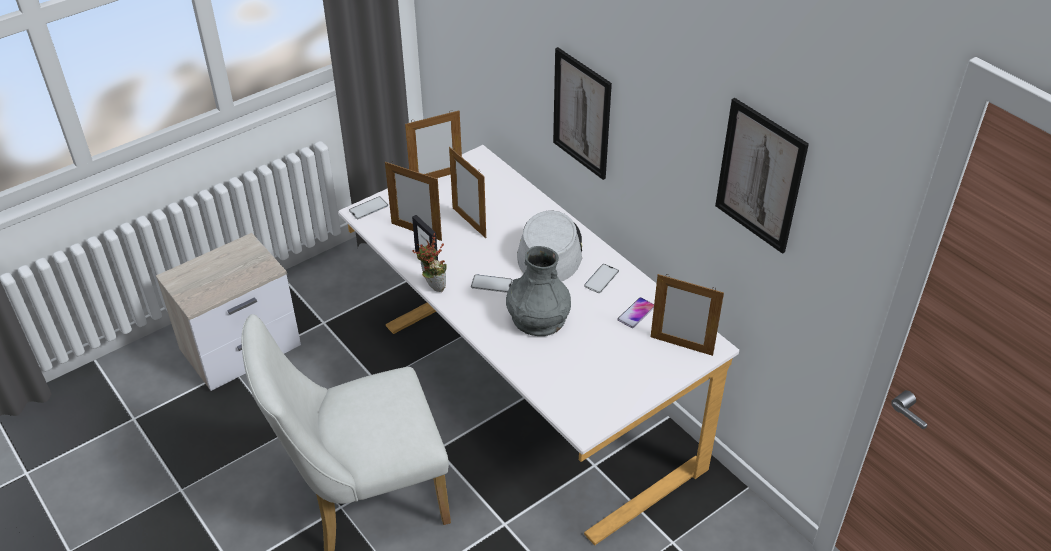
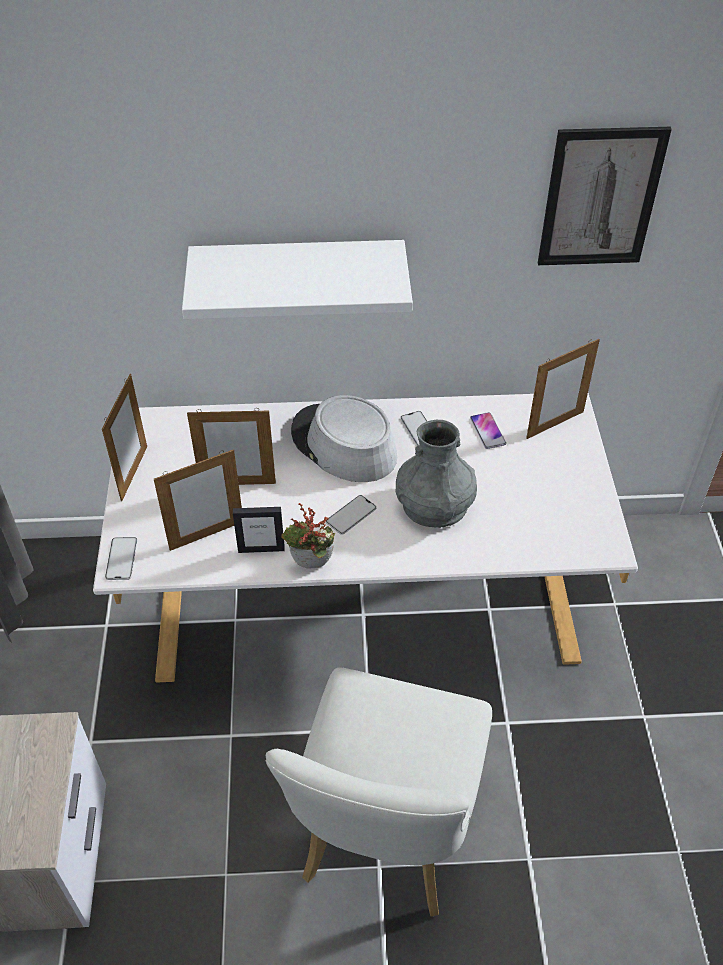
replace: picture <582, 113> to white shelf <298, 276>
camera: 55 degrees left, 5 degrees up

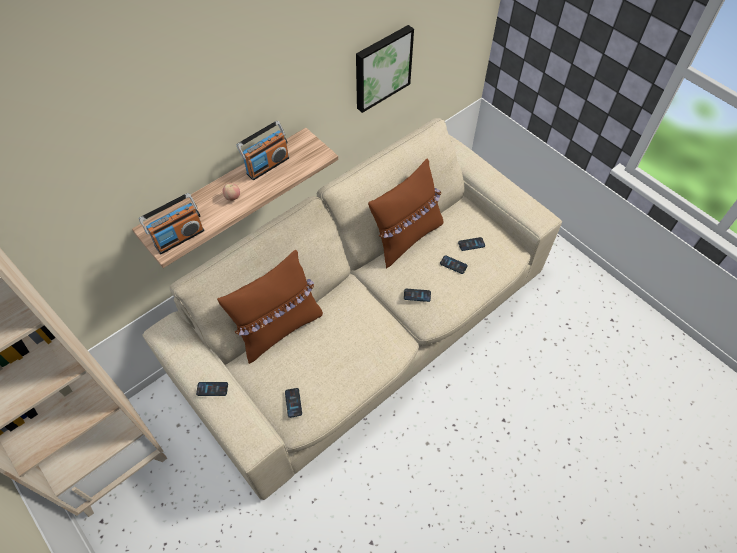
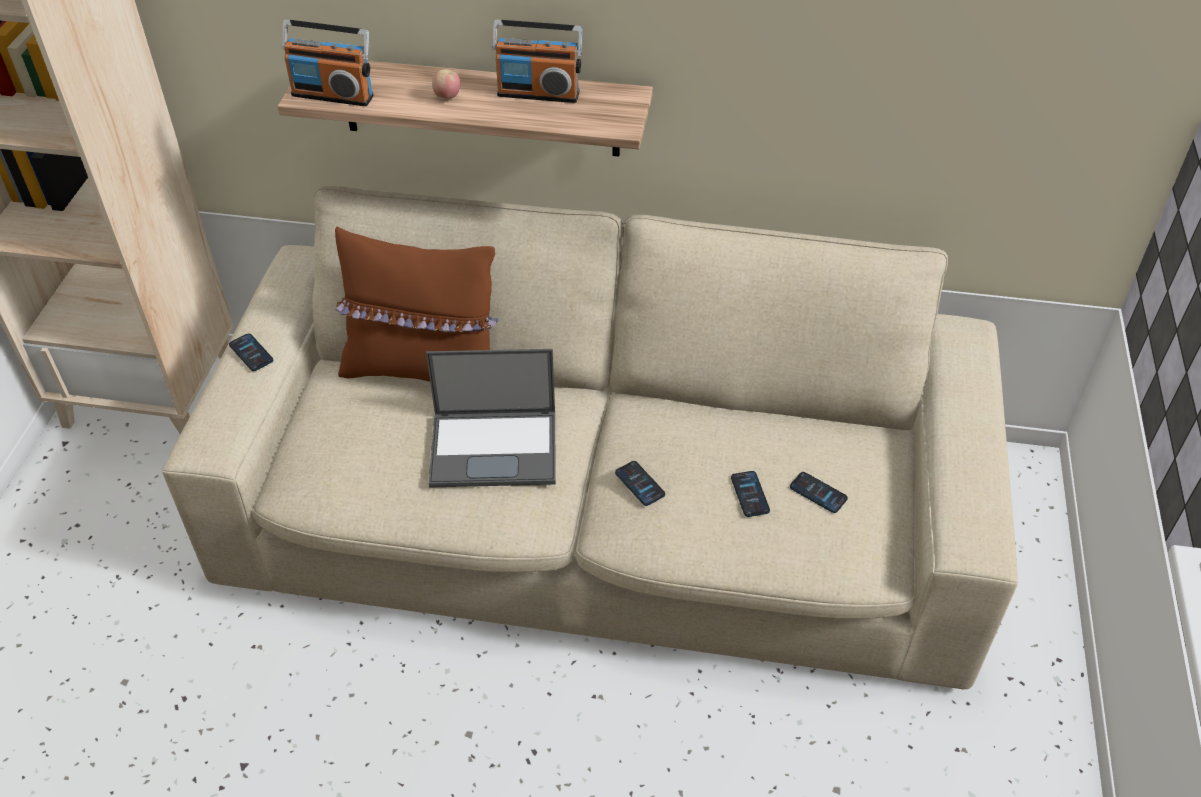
delete: phone <293, 403>; picture <381, 67>; brown pillow <406, 237>
insert: laptop <496, 447>
camera: 50 degrees right, 10 degrees down

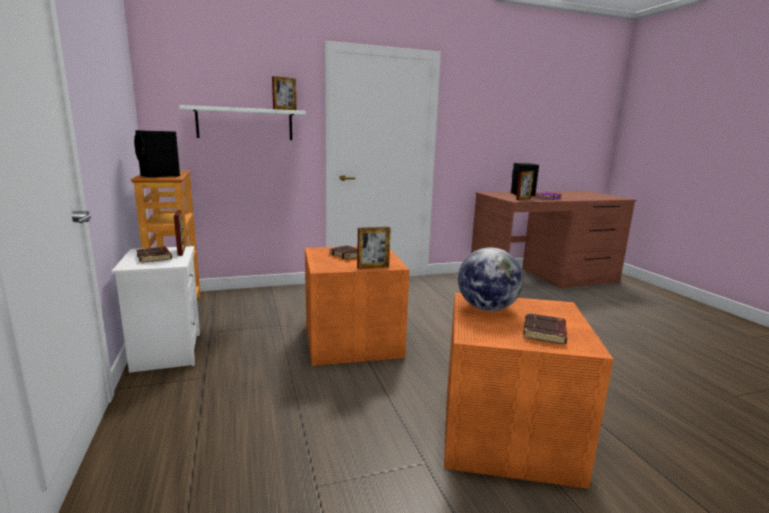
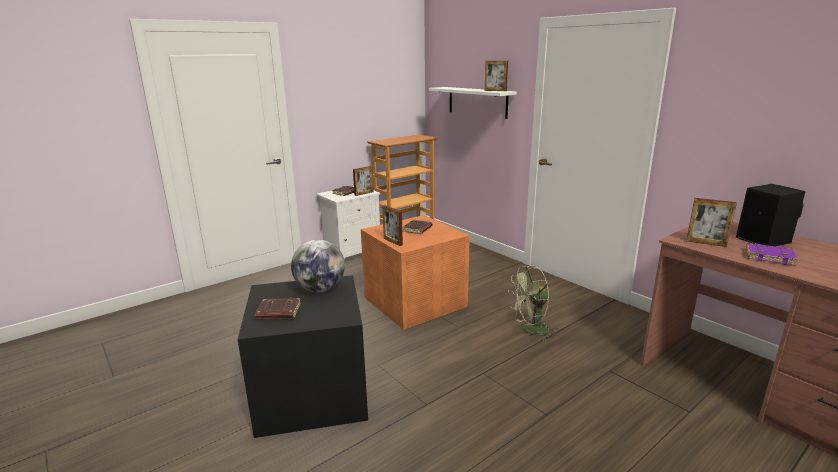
delete: black speaker <160, 176>
insert: green fan <531, 331>
recolor: orange storage box <509, 434> to black storage box <310, 394>
camera: 70 degrees right, 5 degrees up

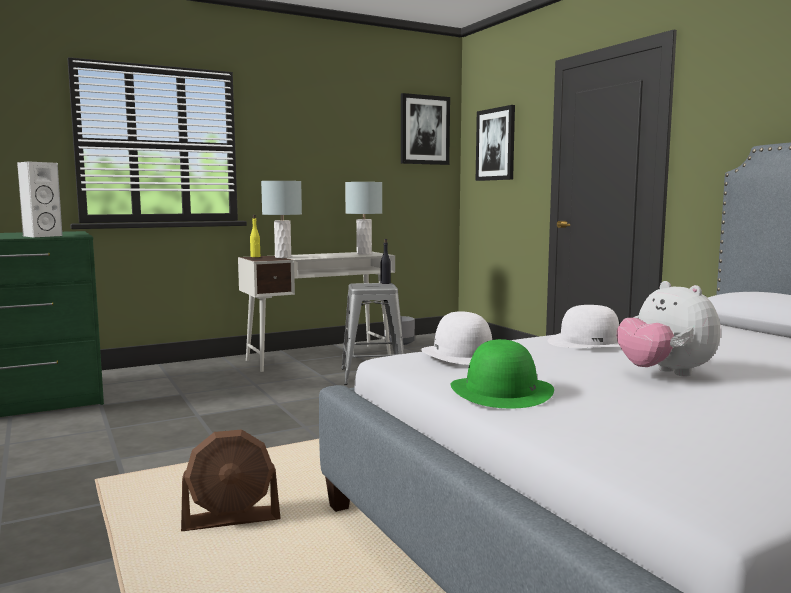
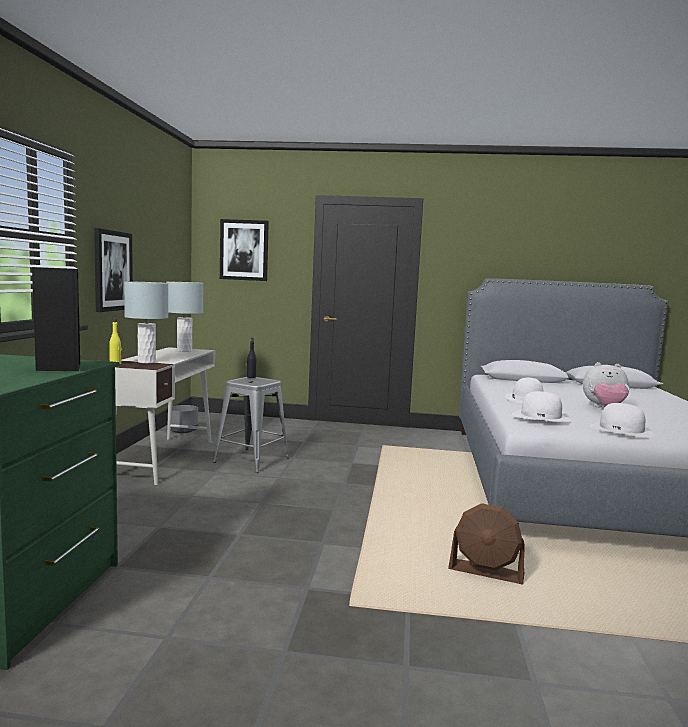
move: picture <424, 130> to <112, 271>
recolor: white speaker <41, 236> to black speaker <59, 368>; green hat <501, 391> to white hat <621, 430>
rotate: brown fan <231, 520> = <486, 572> 90 degrees clockwise
camera: 55 degrees left, 0 degrees up

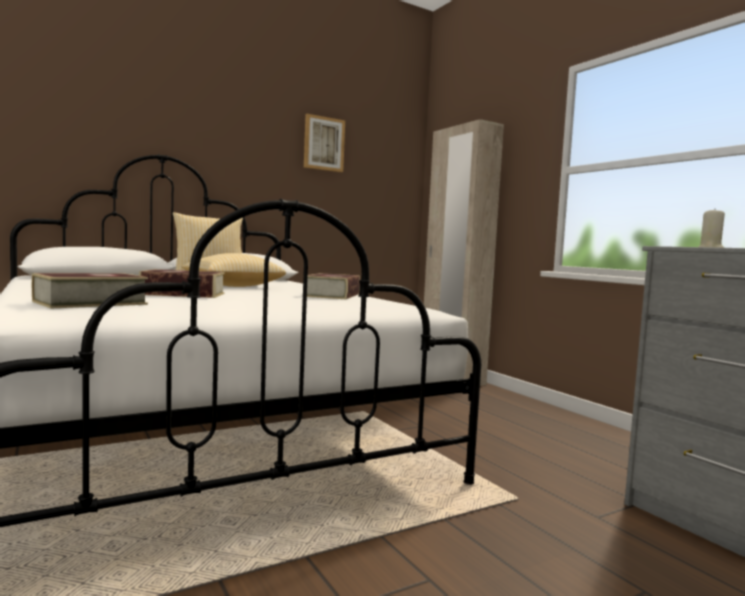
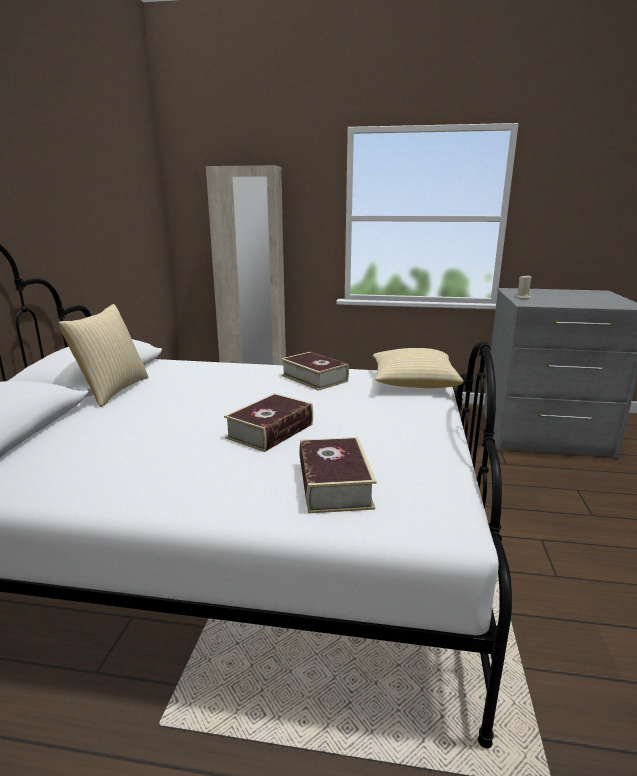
delete: picture <323, 144>
move: pillow <233, 286> to <413, 383>
camera: 50 degrees left, 15 degrees up

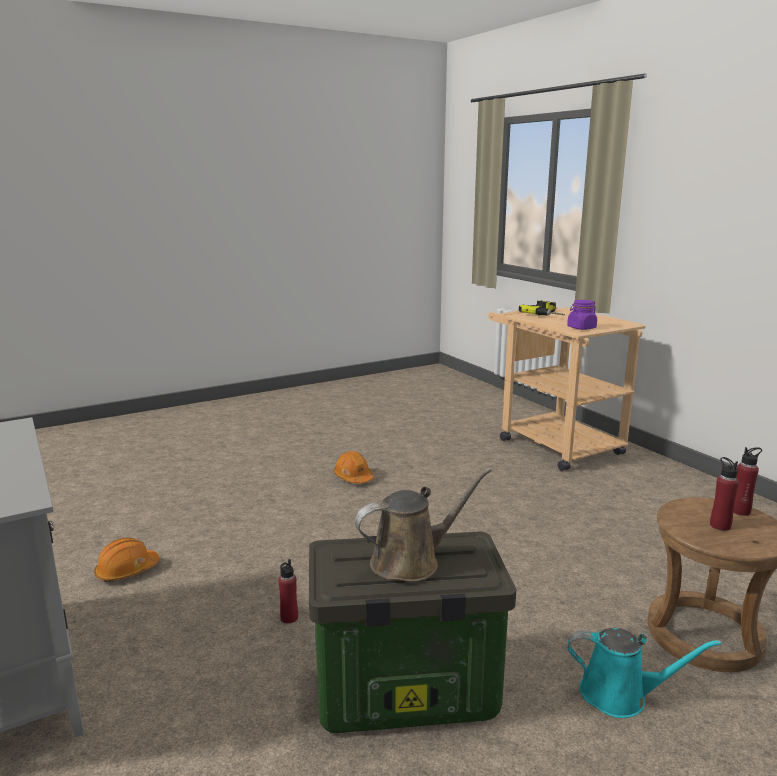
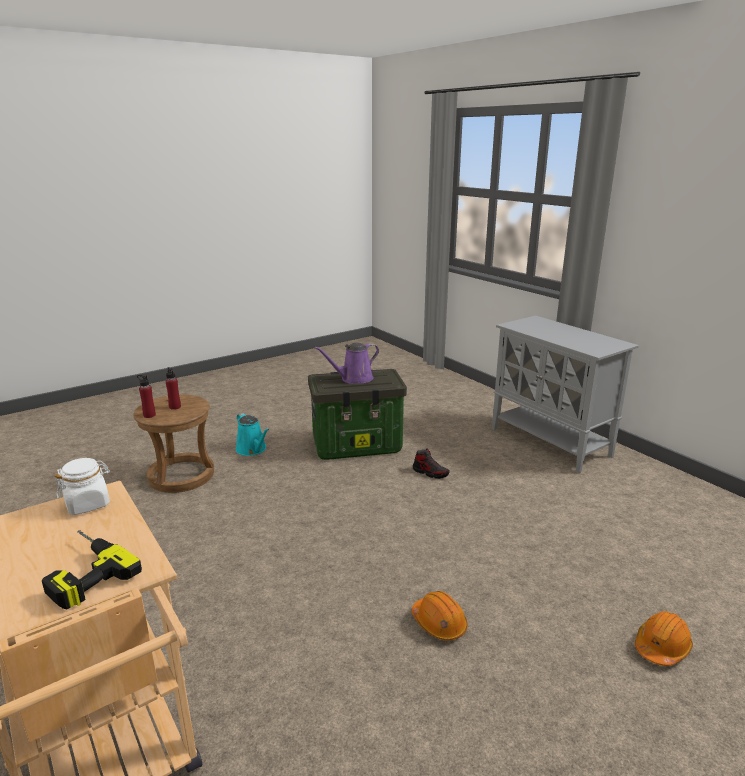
move: orange hard hat <127, 571> to <661, 647>
replace: red bottle <289, 618> to shoe <430, 472>
recolor: brown watering can <411, 561> to purple watering can <354, 379>; purple jar <581, 328> to white jar <88, 504>
rotate: turquoise watering can <620, 695> = <252, 449> 135 degrees counterclockwise
camera: 175 degrees right, 5 degrees up

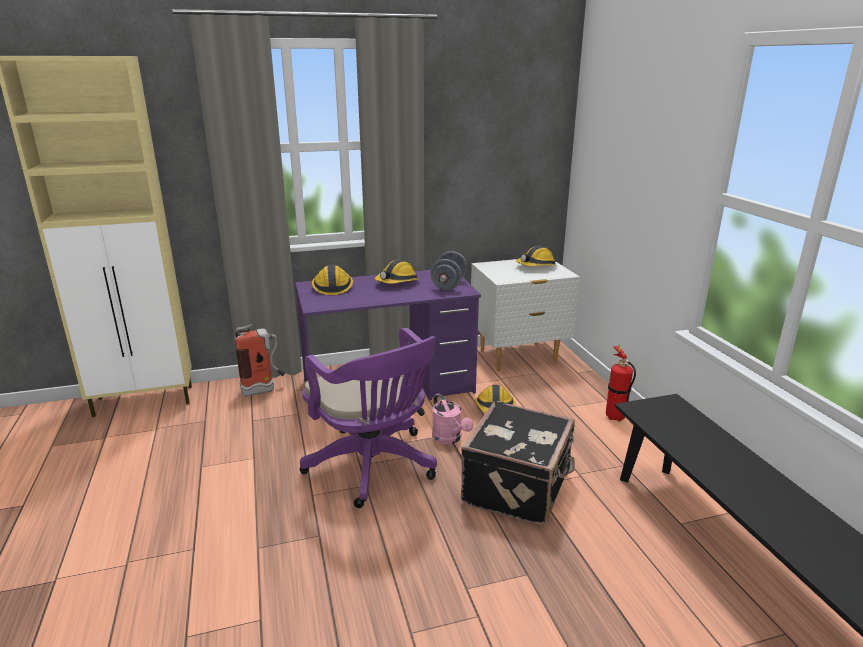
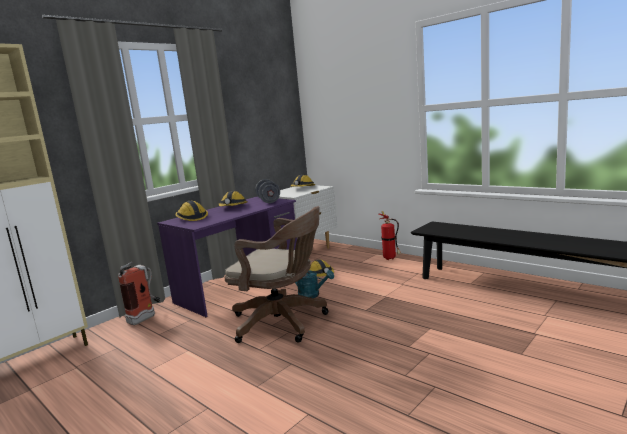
delete: black suitcase <518, 487>
recolor: purple office chair <374, 467> to brown office chair <283, 322>; pink watering can <450, 438> to turquoise watering can <312, 295>
camera: 30 degrees left, 10 degrees down

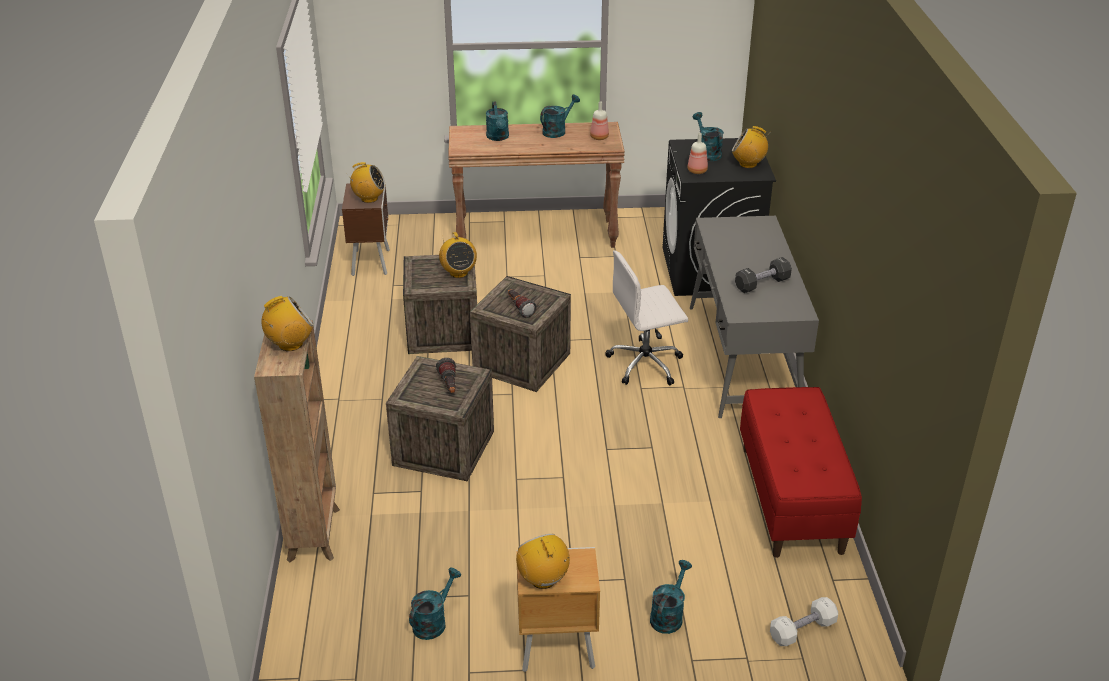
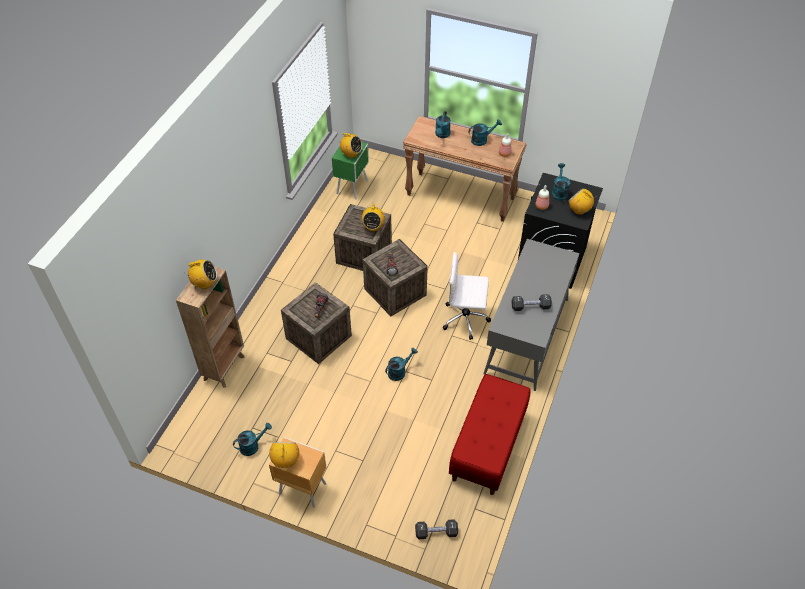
move: turquoise watering can <668, 615> to <399, 371>
recolor: brown nightstand <371, 262> to green nightstand <353, 187>; white dumbbell <802, 630> to black dumbbell <436, 532>
camera: 25 degrees right, 15 degrees up

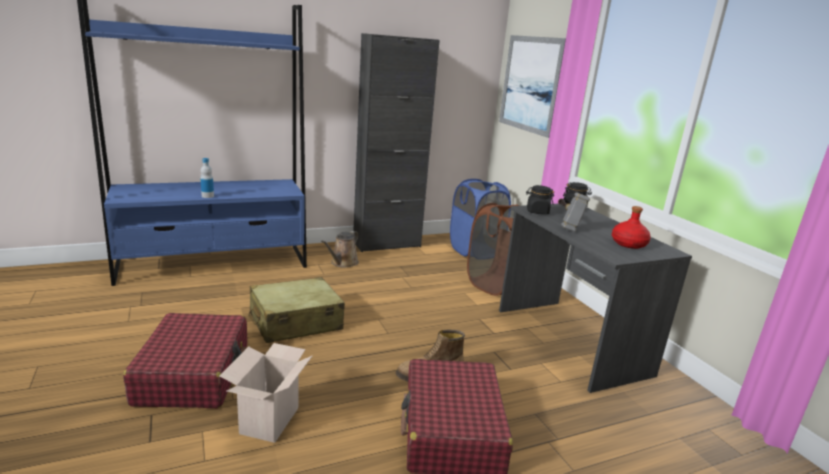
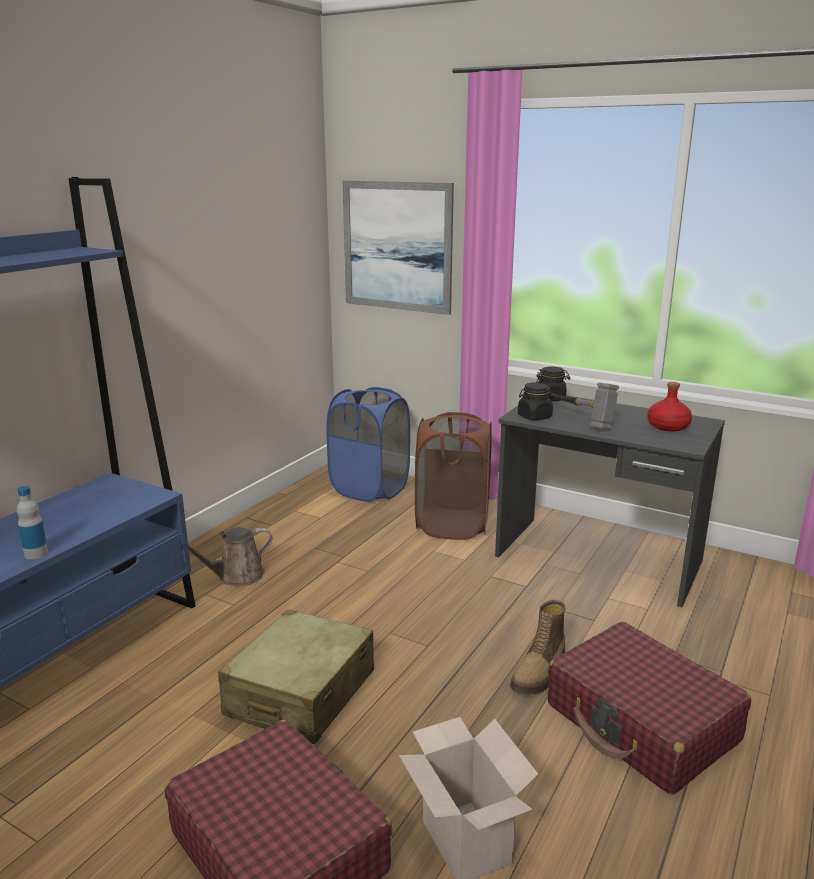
delete: black cabinet <387, 244>
rotate: brown watering can <343, 263> = <236, 576> 75 degrees clockwise
camera: 35 degrees left, 0 degrees up

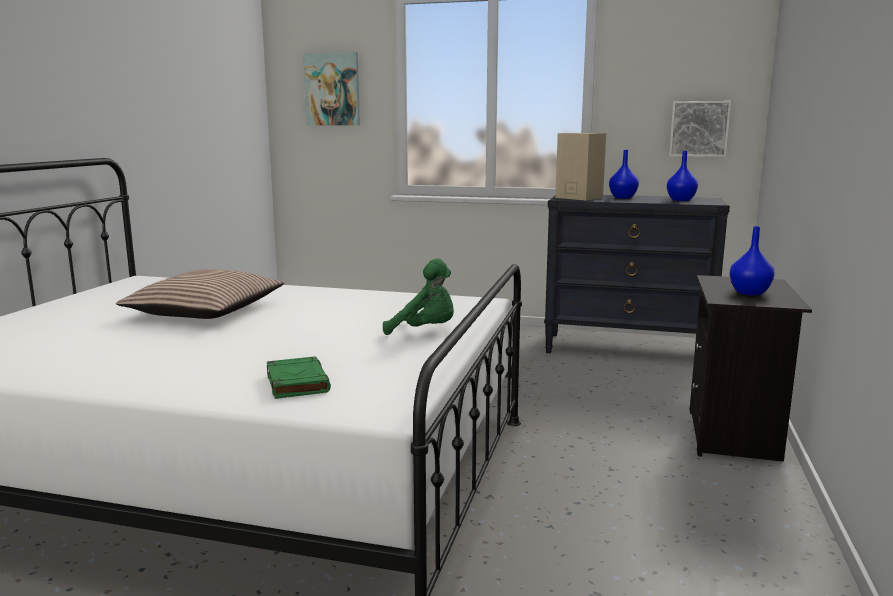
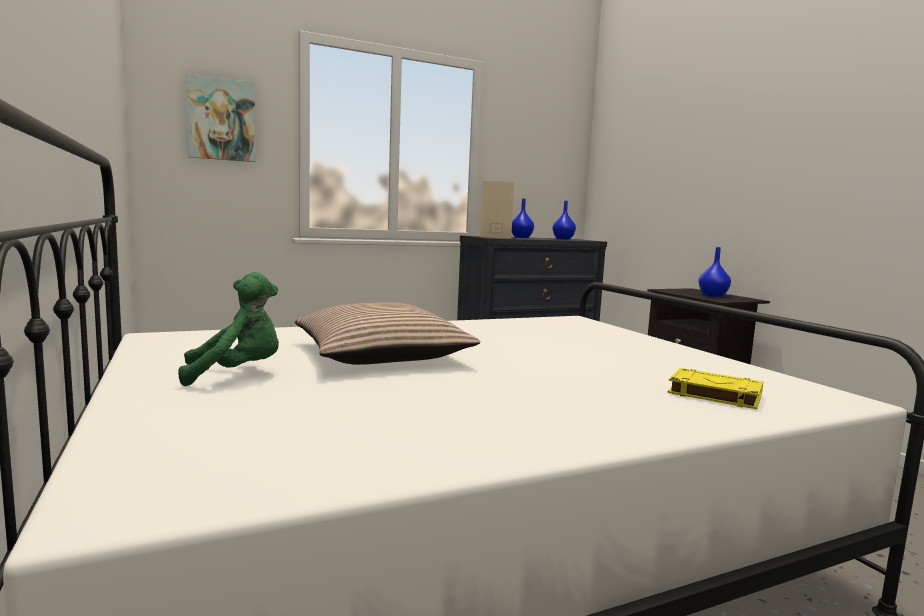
delete: picture <699, 129>
move: green plush toy <425, 331> to <237, 374>
recolor: green book <297, 382> to yellow book <713, 394>
camera: 40 degrees left, 5 degrees down

